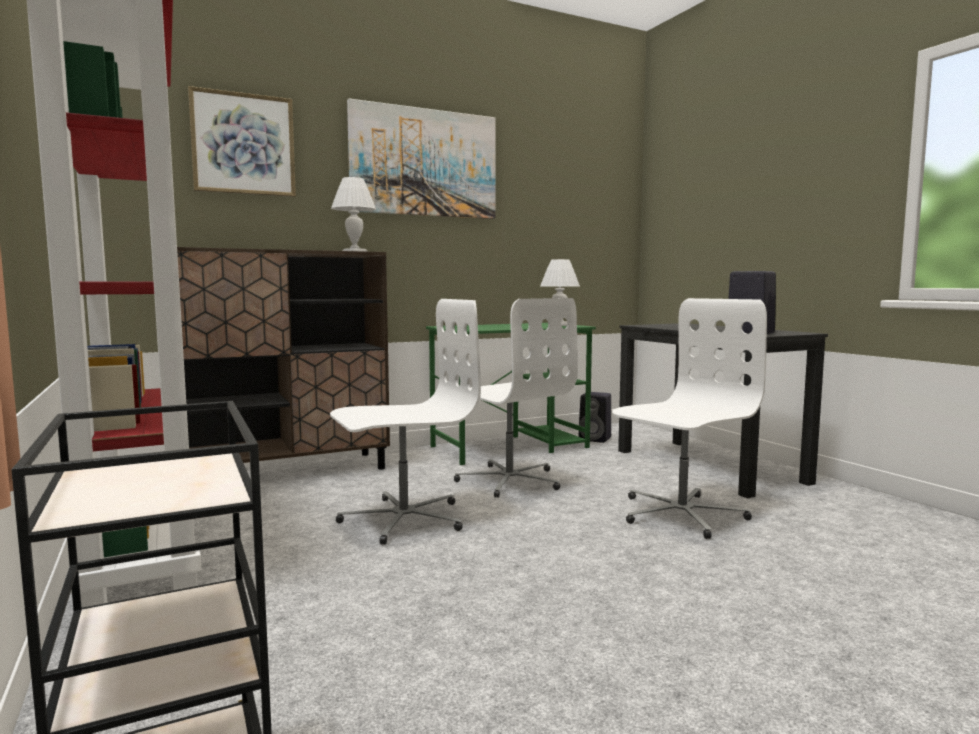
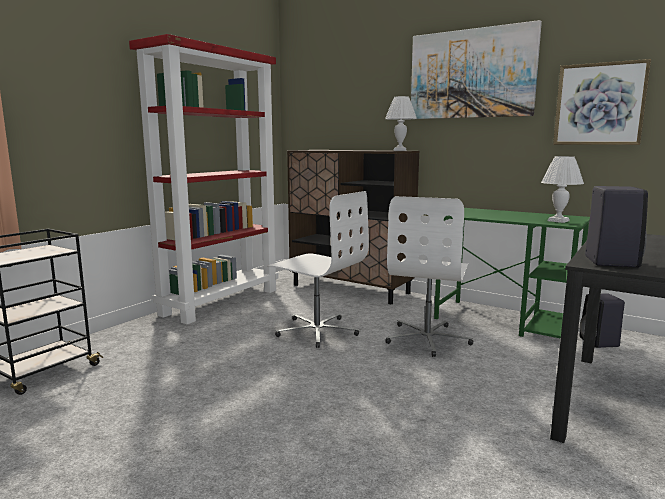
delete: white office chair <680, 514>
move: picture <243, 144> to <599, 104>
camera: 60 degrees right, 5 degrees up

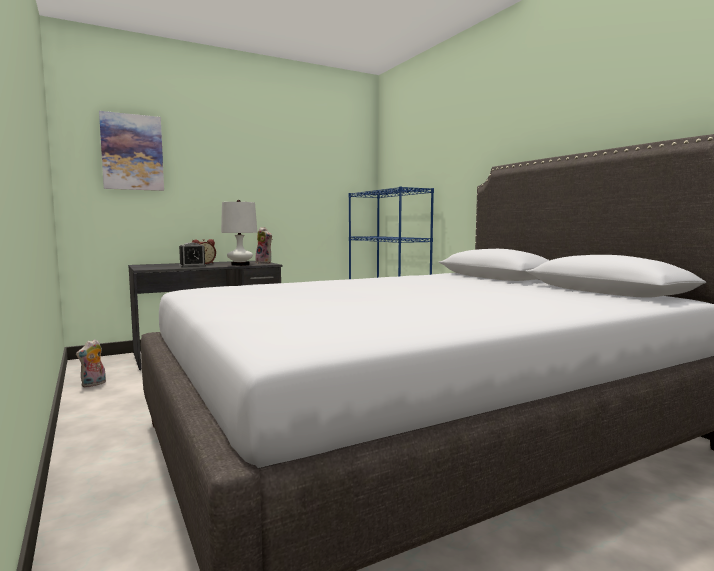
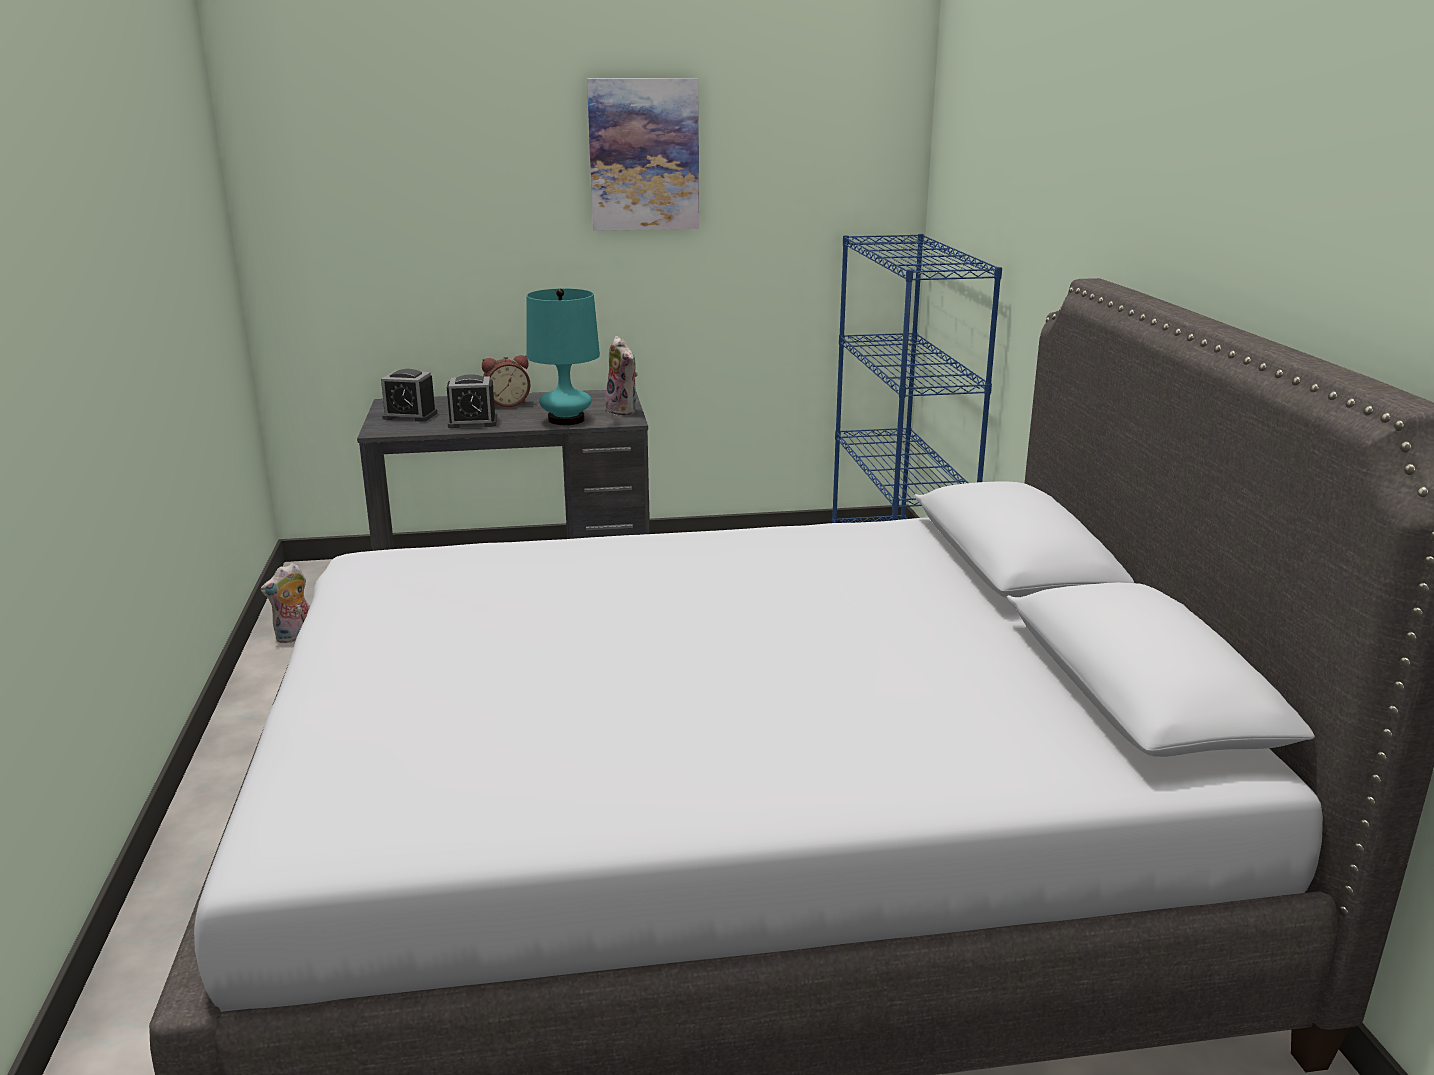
insert: alarm clock <410, 416>
move: picture <132, 152> to <644, 155>
recolor: white table lamp <240, 264> to turquoise table lamp <566, 420>
camera: 20 degrees right, 15 degrees up

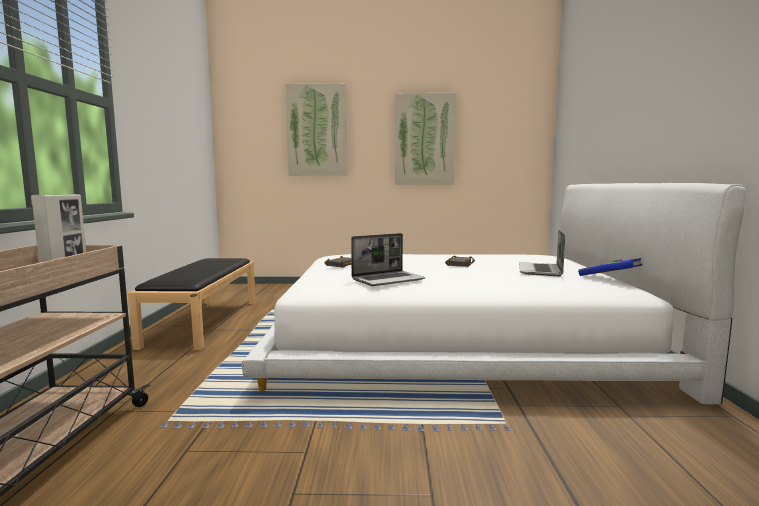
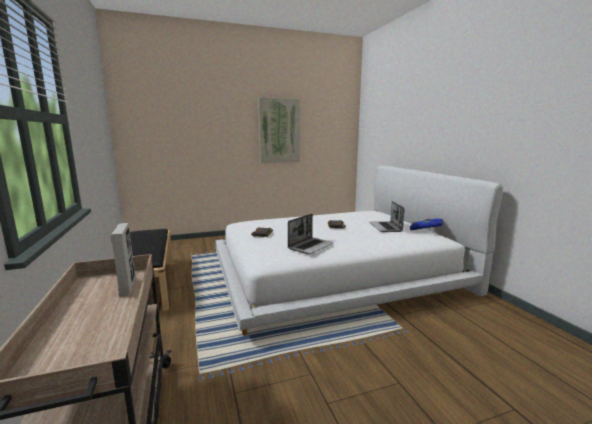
delete: picture <317, 130>
camera: 20 degrees left, 5 degrees up

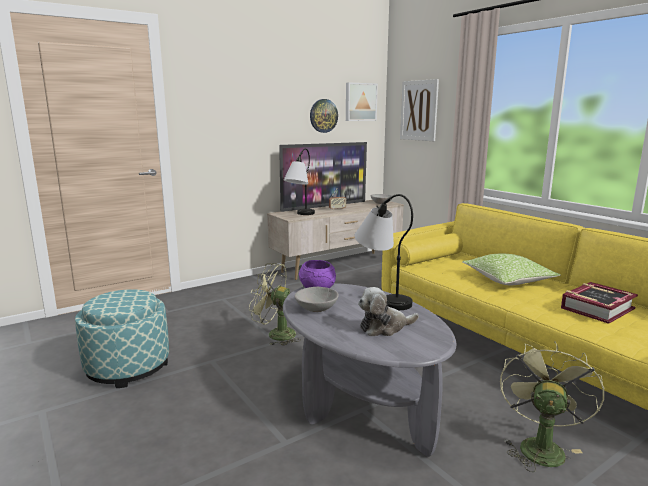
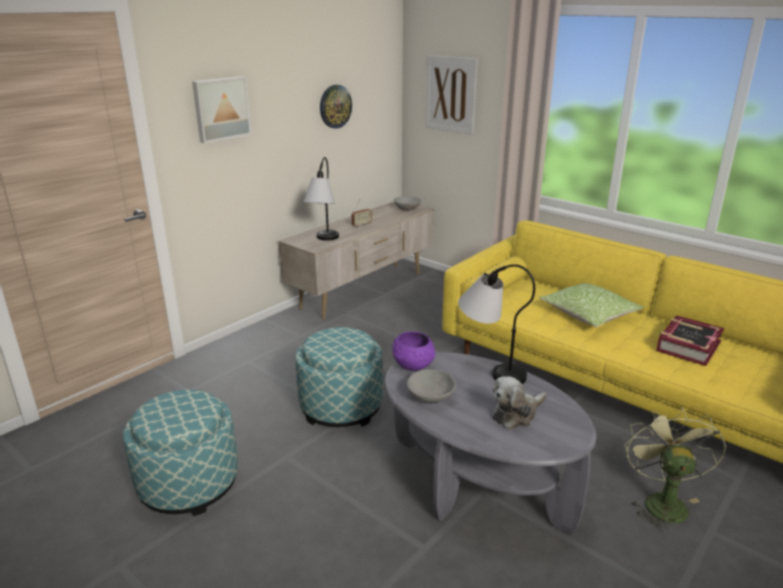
delete: television <324, 206>
move: picture <360, 102> to <221, 108>
replace: green fan <275, 334> to ottoman <341, 406>
camera: 15 degrees left, 10 degrees up

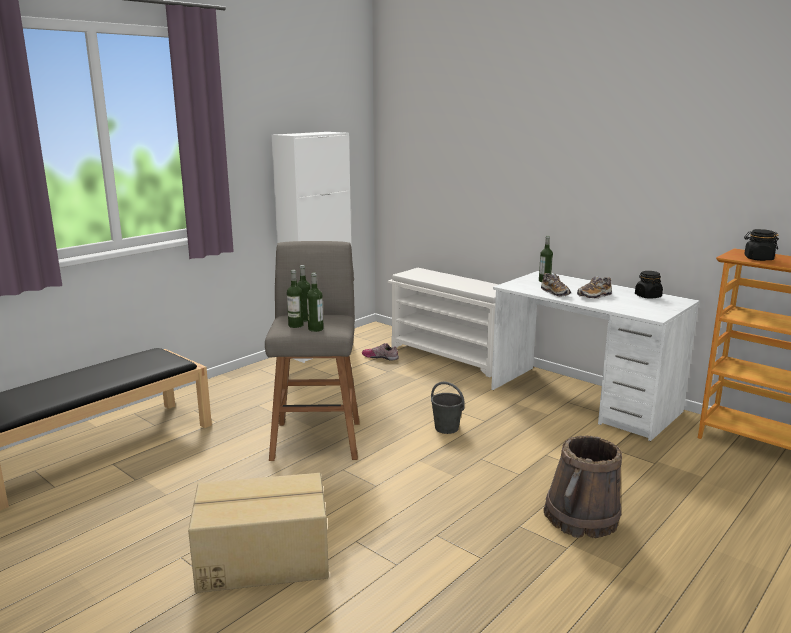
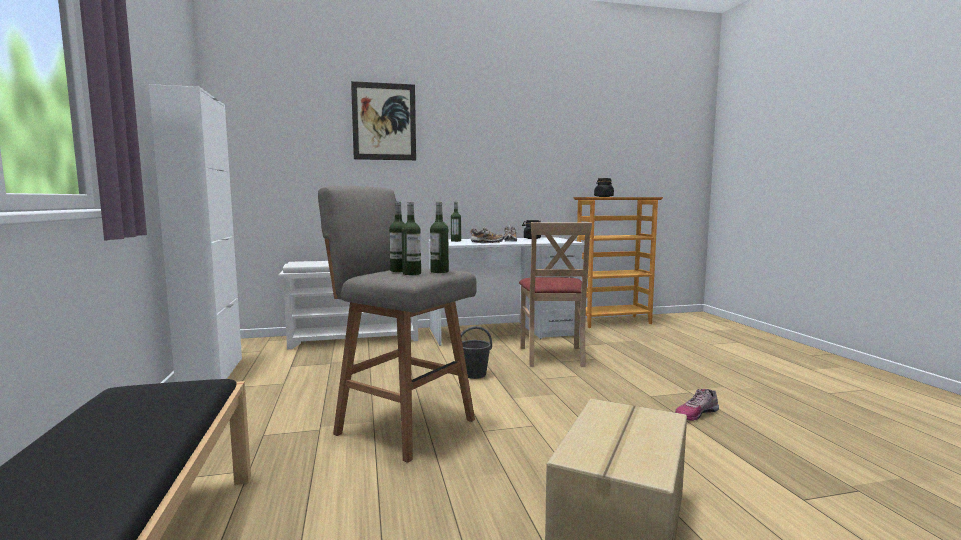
delete: brown bucket <581, 517>
insert: picture <384, 121>; beige chair <552, 356>
move: shoe <380, 357> to <696, 413>
camera: 55 degrees left, 10 degrees down

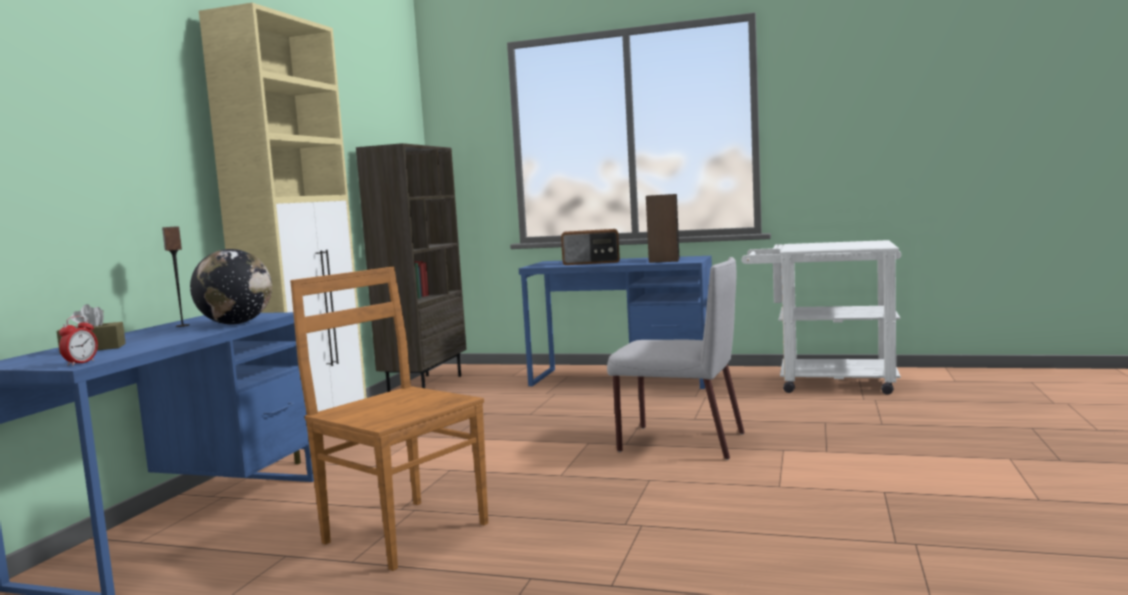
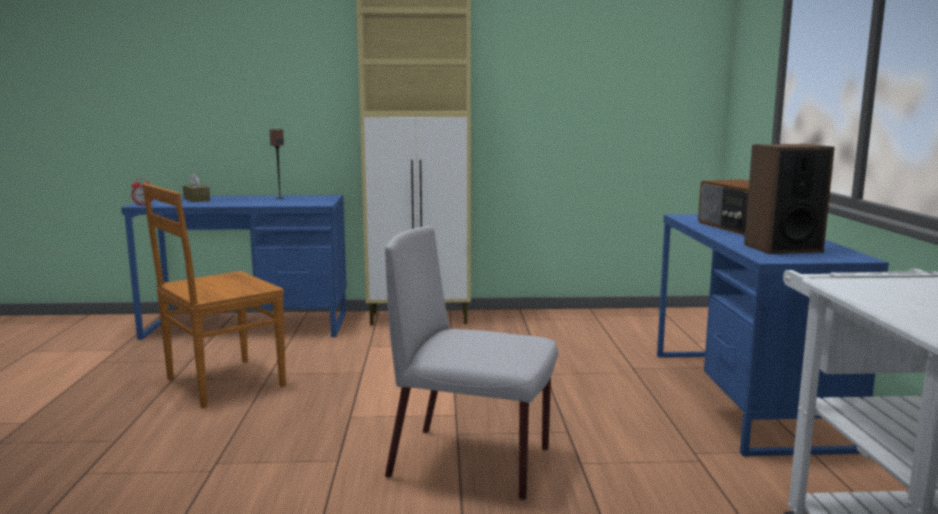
delete: globe <236, 323>; brown bookcase <425, 385>
rotate: brown chair <403, 532> = <222, 383> 150 degrees counterclockwise; grey chair <679, 442> = <473, 463> 105 degrees clockwise
camera: 70 degrees right, 5 degrees up

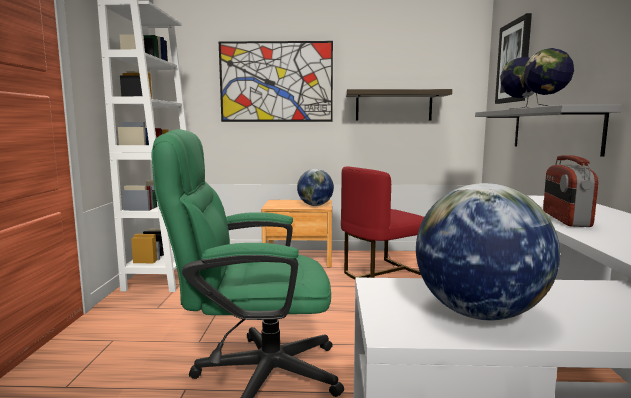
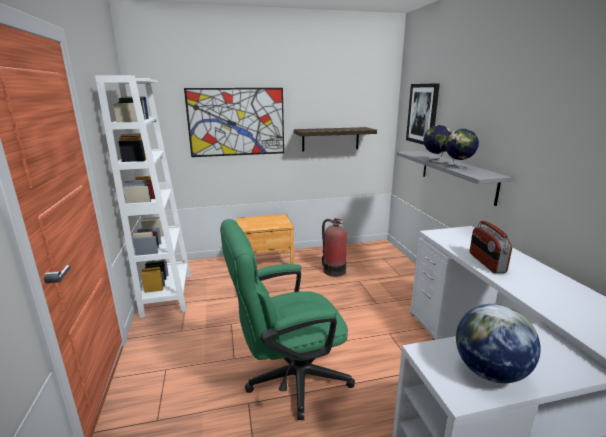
delete: globe <315, 205>
replace: red chair <382, 273> to fire extinguisher <333, 270>
camera: 15 degrees left, 10 degrees up

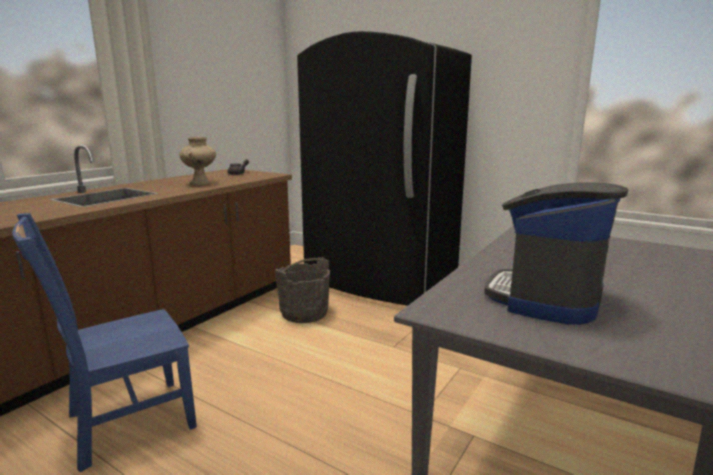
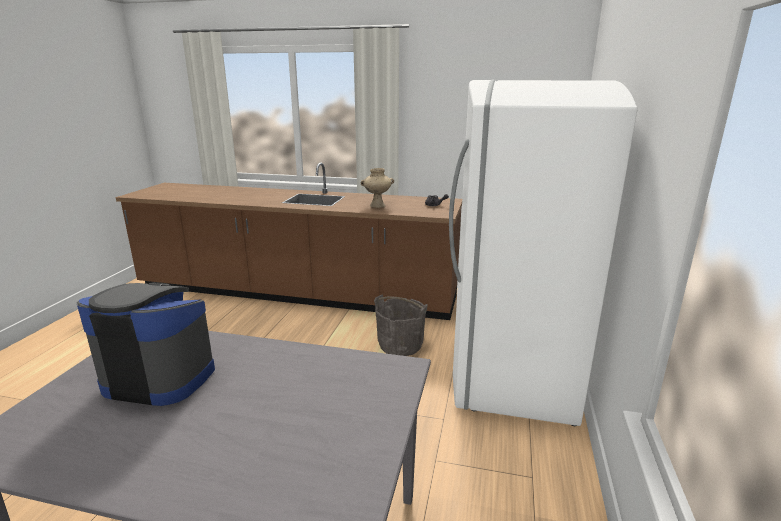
delete: blue chair <125, 423>
recolor: black fridge <380, 281> to white fridge <512, 370>
camera: 70 degrees right, 5 degrees up

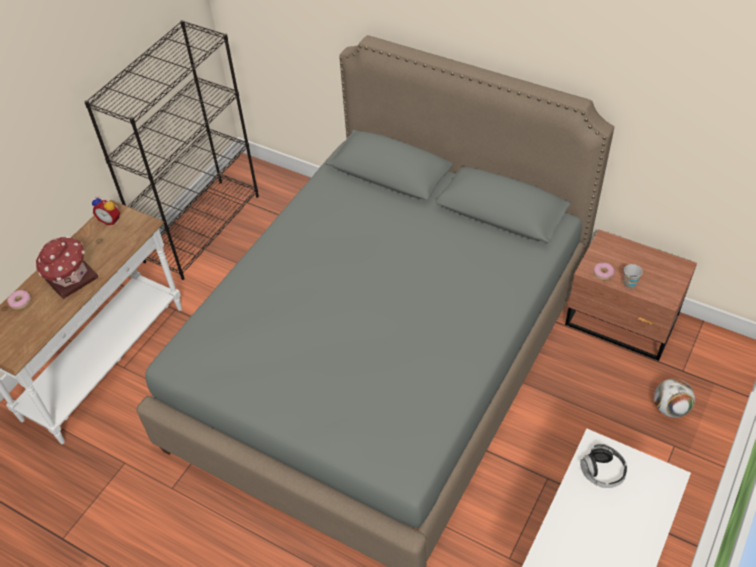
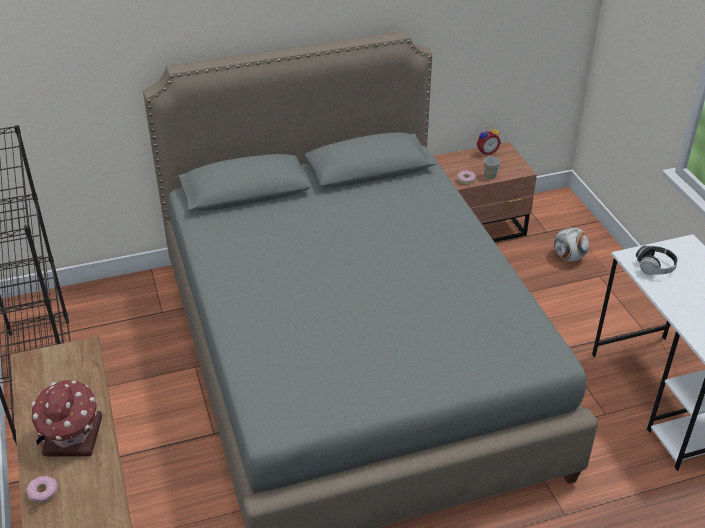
move: alarm clock <111, 220> to <486, 151>
camera: 50 degrees left, 10 degrees down

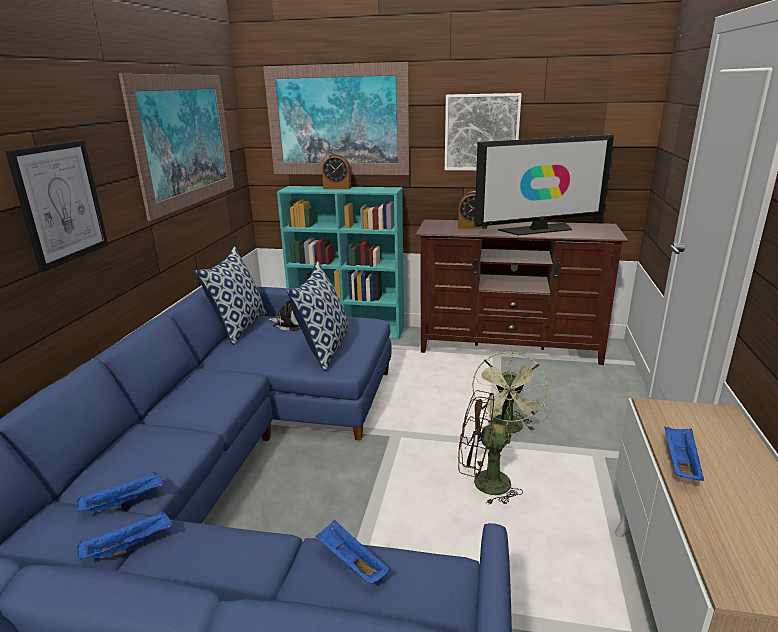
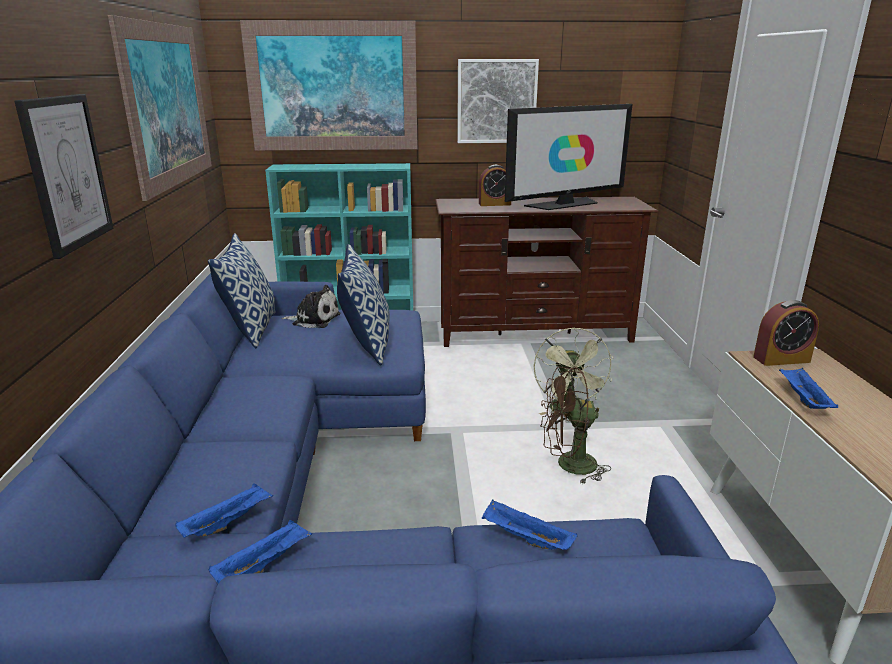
move: alarm clock <337, 188> to <781, 359>
camera: 15 degrees left, 0 degrees up

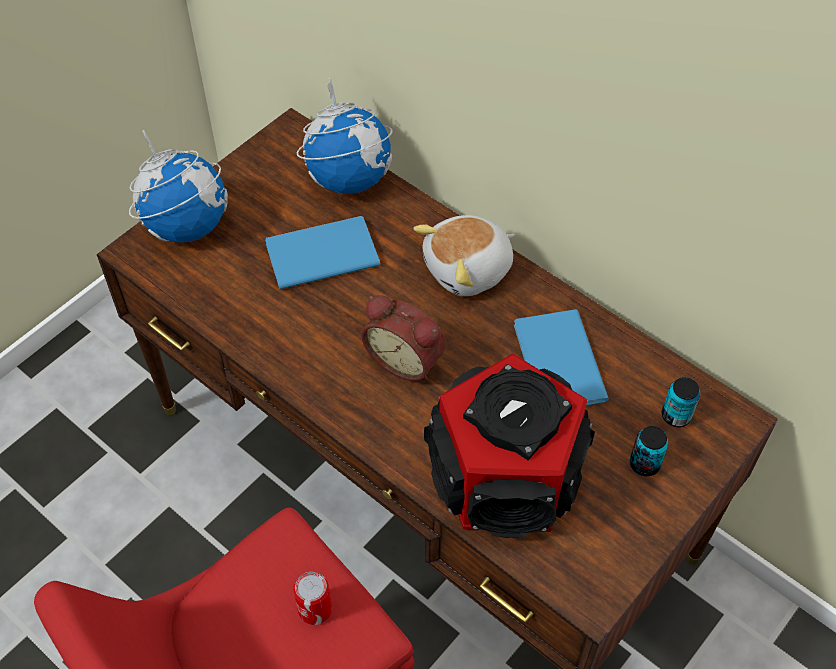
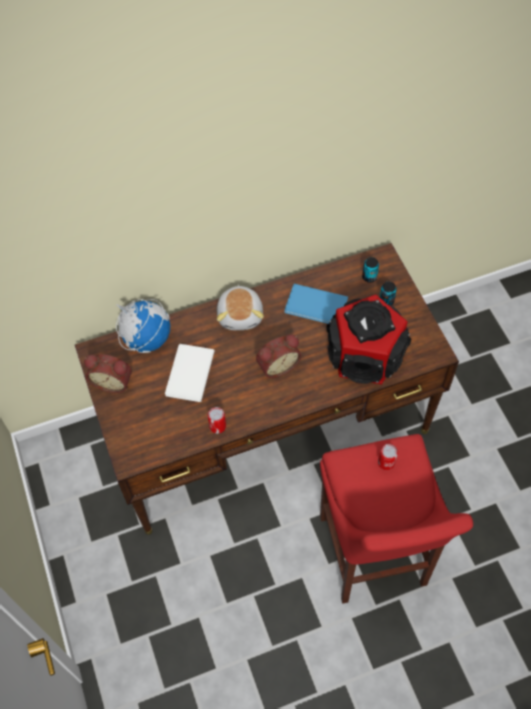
delete: globe <186, 225>
insert: alarm clock <113, 381>; can <217, 426>
recolor: blue book <318, 253> to white book <188, 374>
camera: 60 degrees left, 5 degrees up

